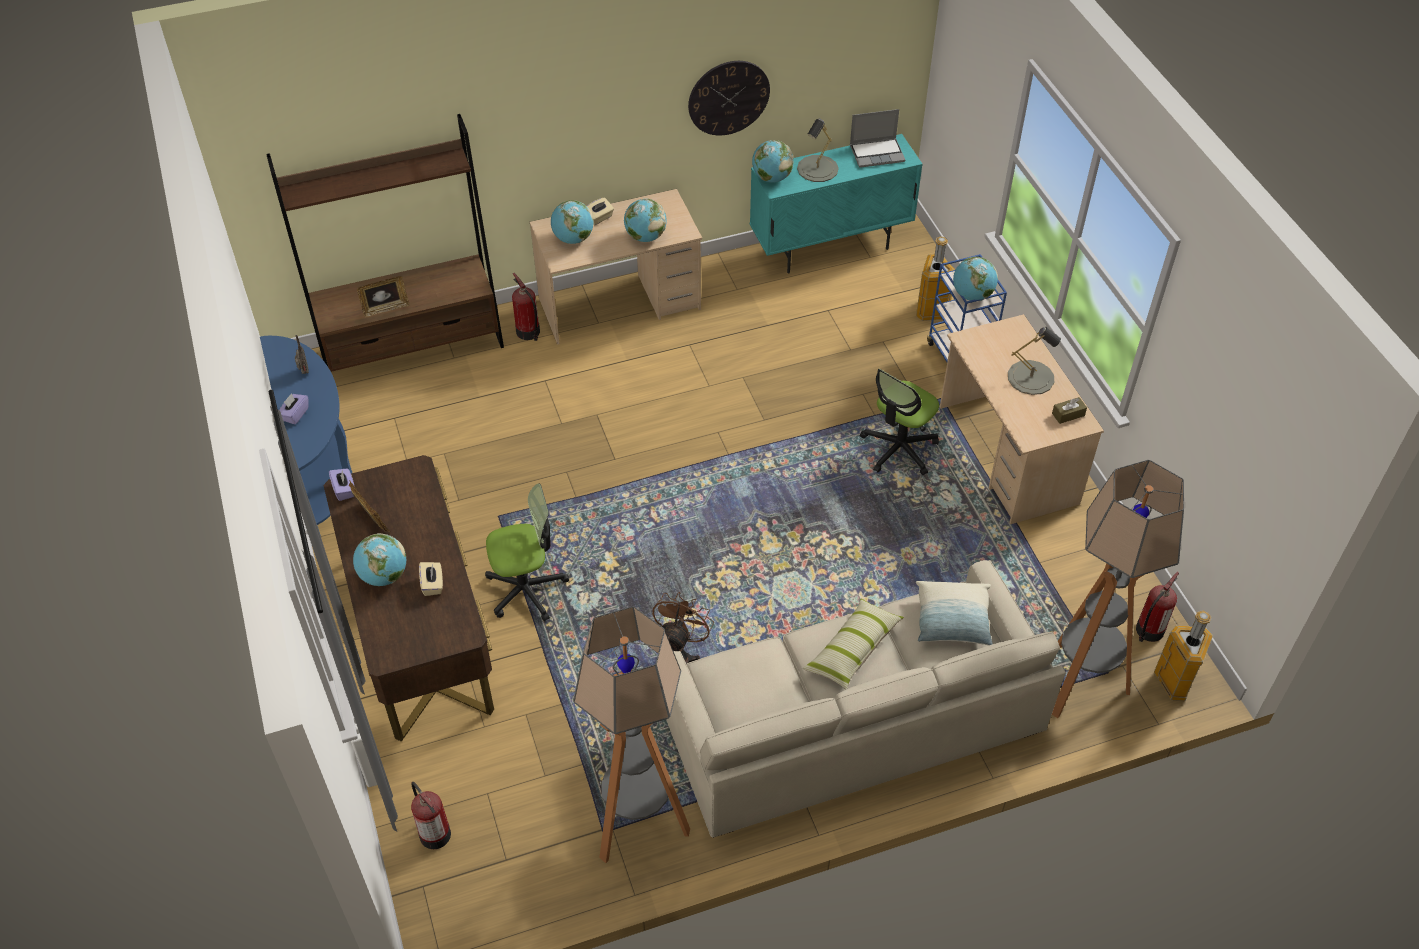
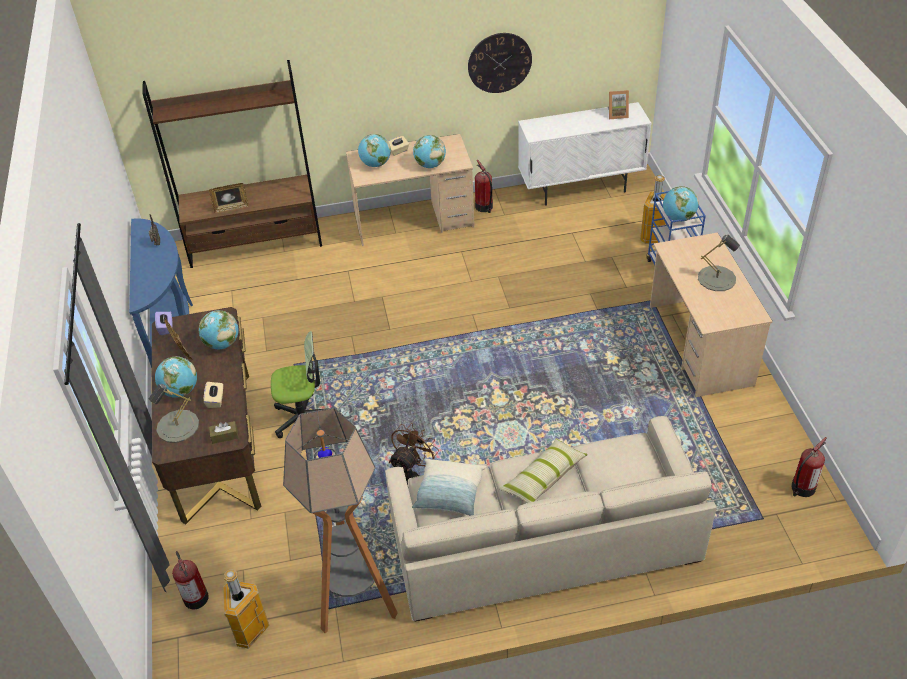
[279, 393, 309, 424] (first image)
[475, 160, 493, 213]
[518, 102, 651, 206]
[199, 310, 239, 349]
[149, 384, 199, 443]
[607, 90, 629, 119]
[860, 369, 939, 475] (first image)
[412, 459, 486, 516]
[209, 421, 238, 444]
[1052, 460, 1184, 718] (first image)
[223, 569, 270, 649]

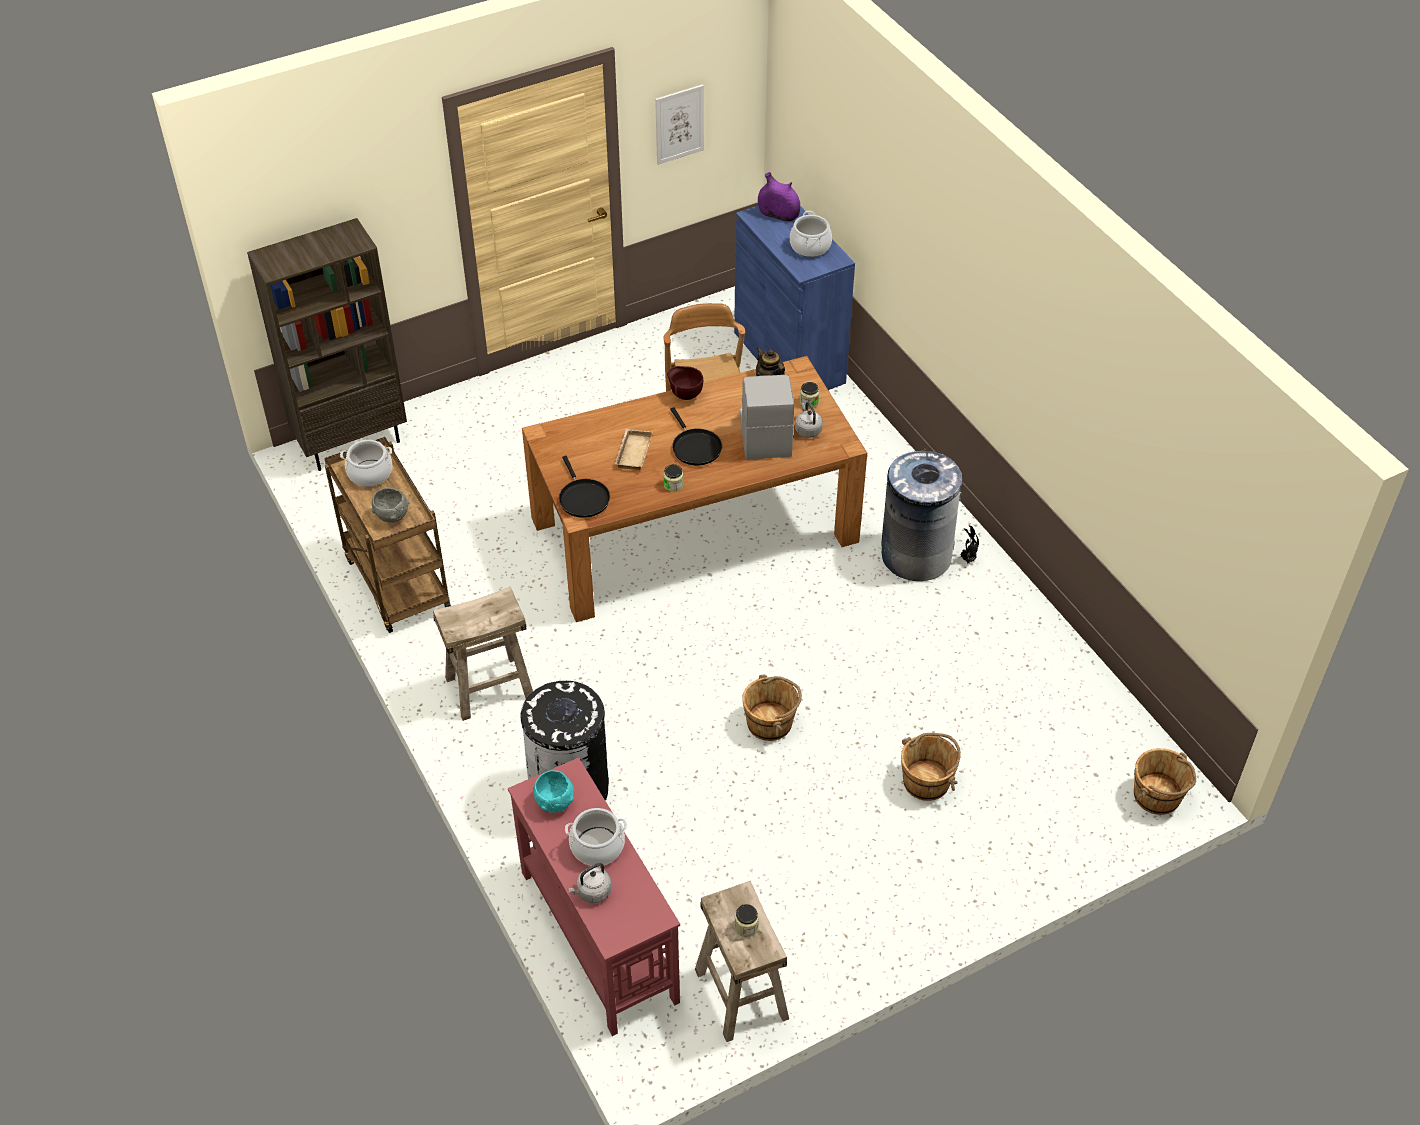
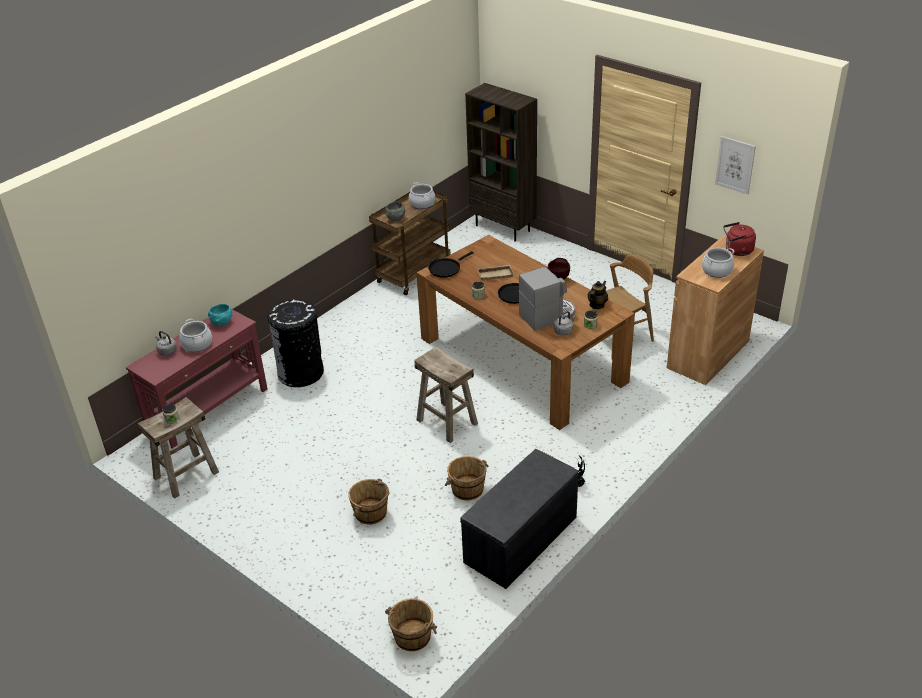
[414, 346, 478, 443]
[667, 236, 764, 385]
[445, 456, 489, 500]
[723, 222, 756, 256]
[881, 451, 962, 581] (first image)
[460, 449, 579, 589]

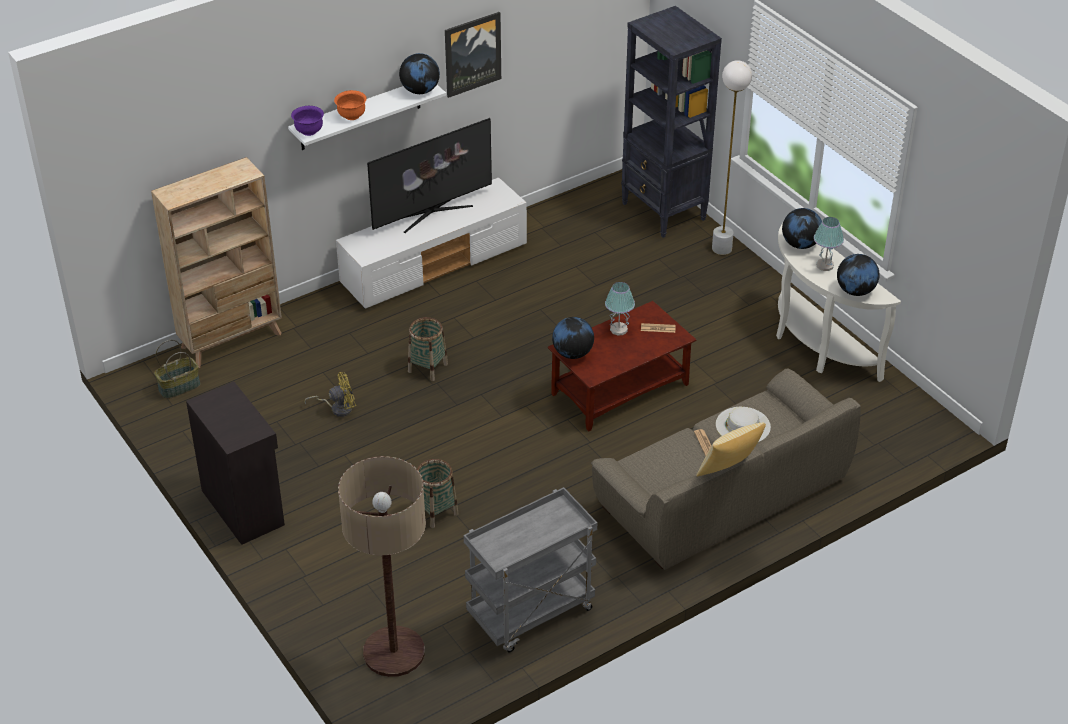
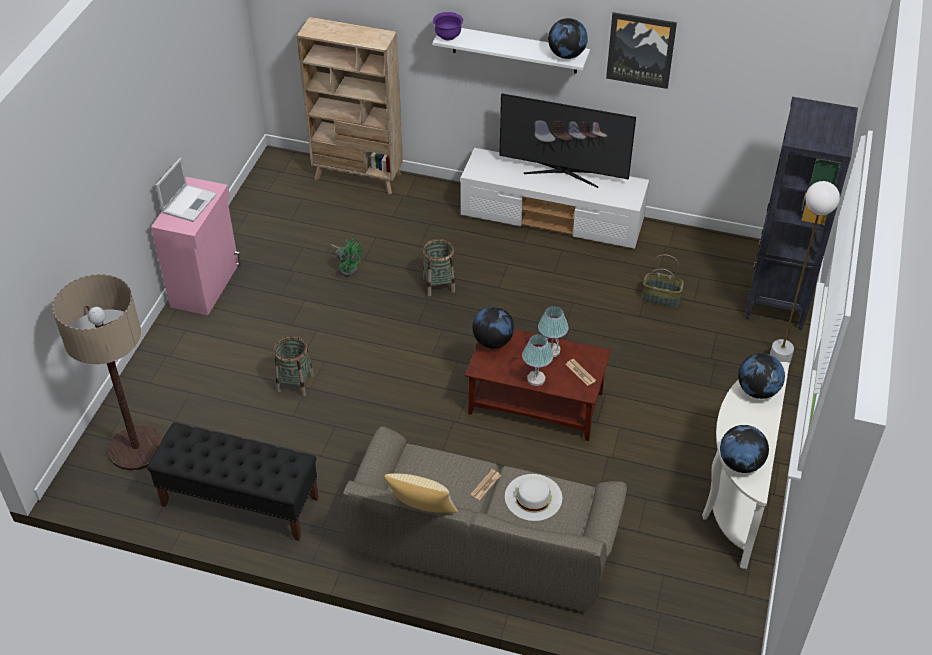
[642, 255, 684, 308]
[151, 177, 242, 315]
[331, 239, 362, 276]
[334, 90, 367, 120] (first image)
[147, 422, 319, 541]
[522, 334, 553, 386]
[156, 158, 217, 222]

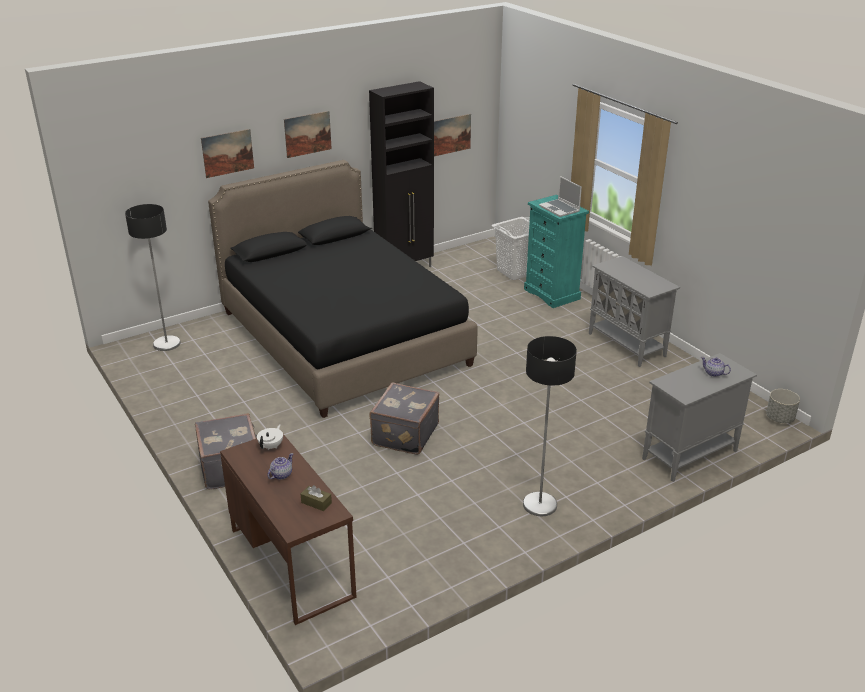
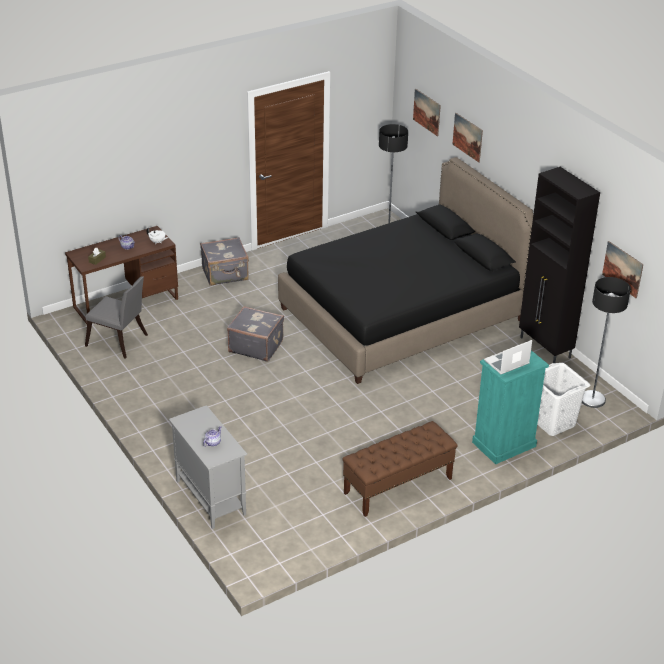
[413, 89, 441, 137]
[582, 277, 631, 408]
[342, 421, 458, 517]
[766, 389, 800, 423] (first image)
[85, 276, 148, 359]

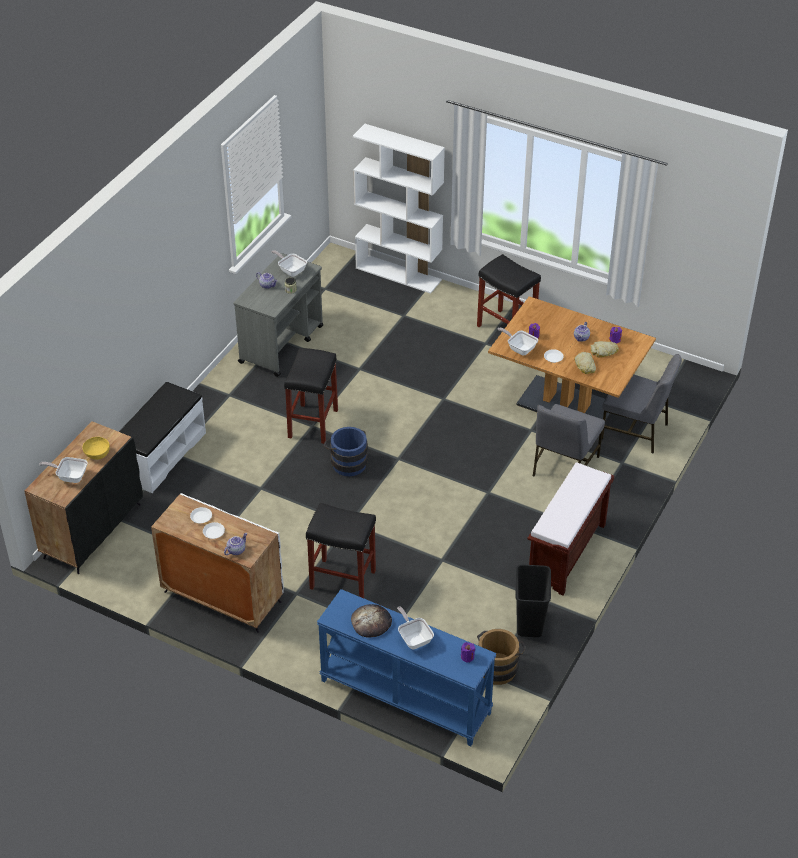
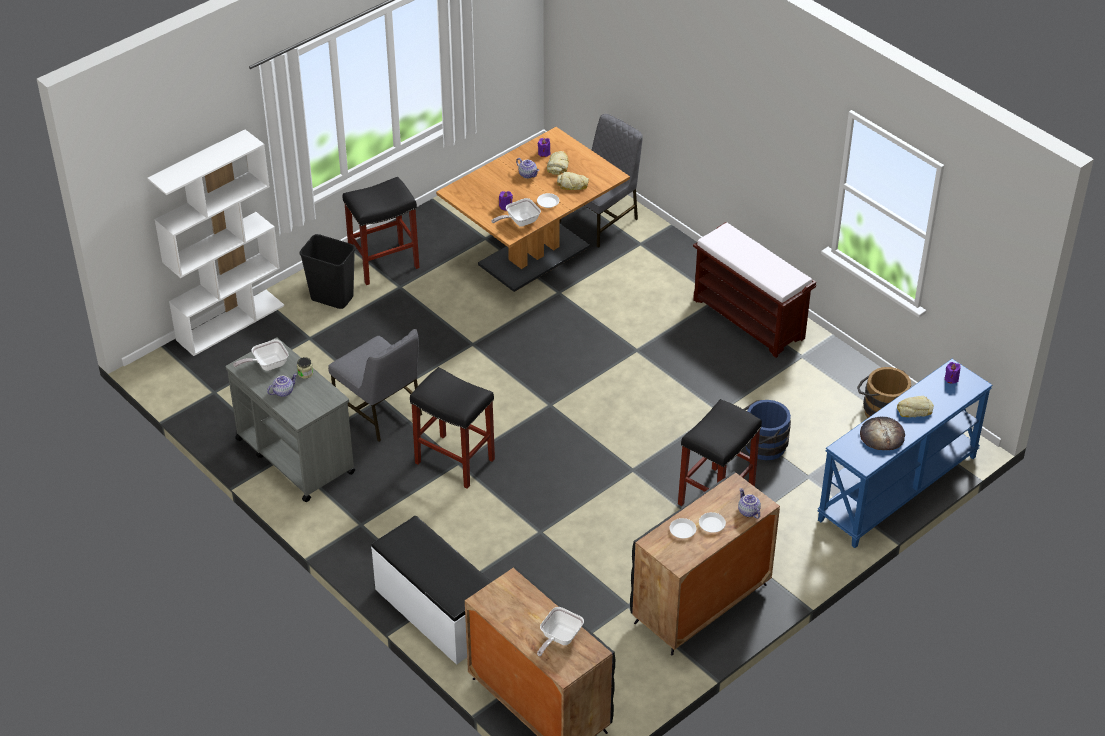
[82, 437, 110, 460] (first image)
[630, 471, 780, 655]
[744, 400, 791, 460]
[897, 396, 934, 417]
[300, 234, 356, 309]
[328, 329, 422, 442]

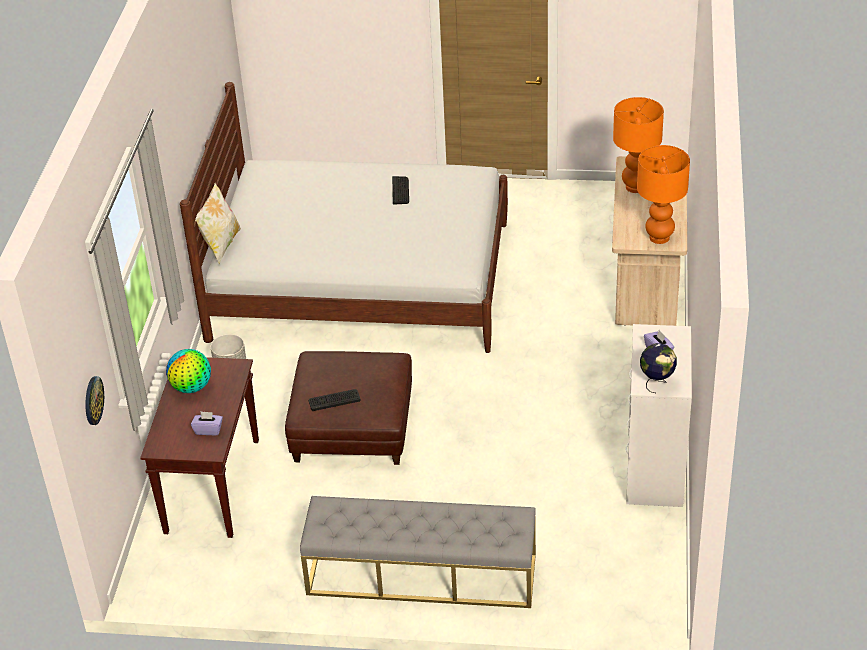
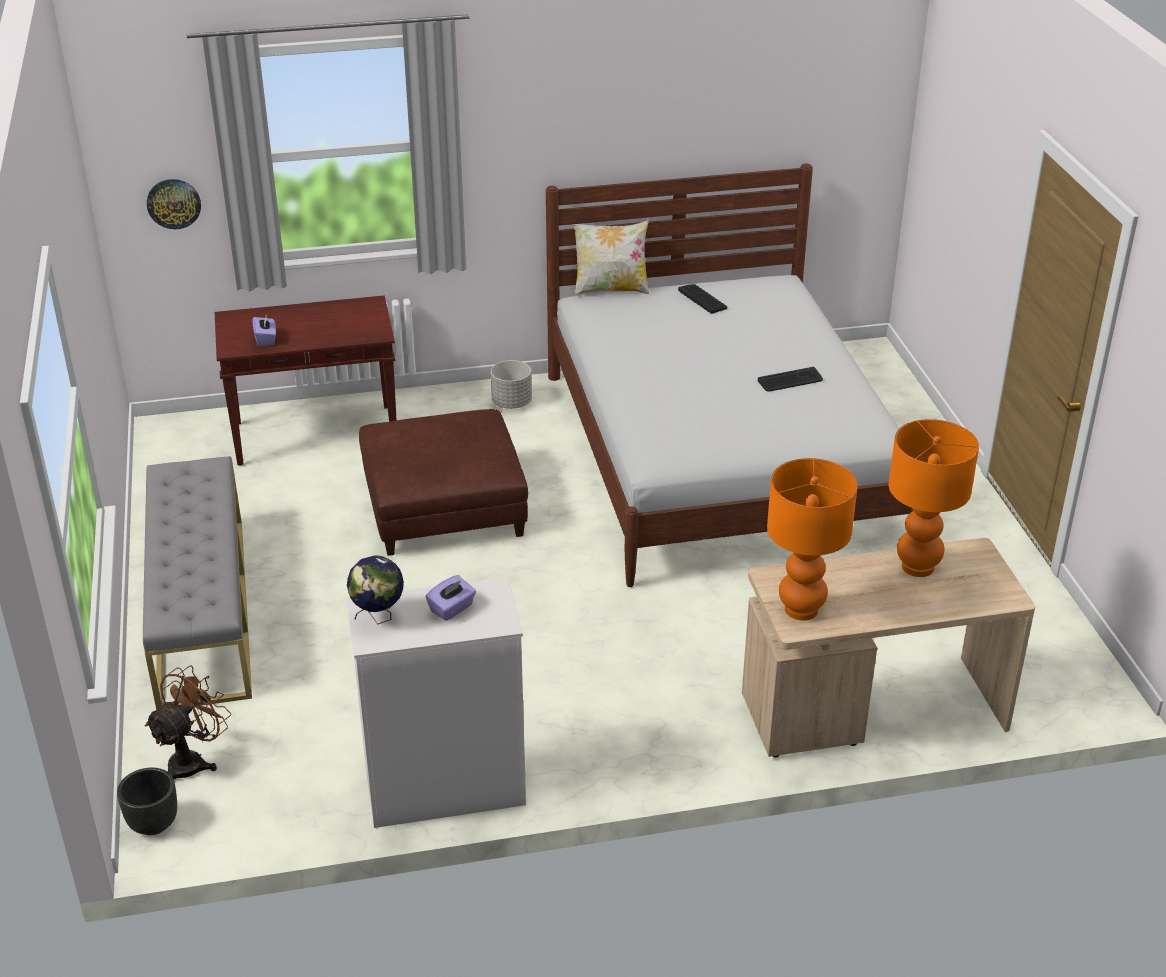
[166, 349, 211, 393] (first image)
[678, 284, 727, 314]
[117, 767, 177, 835]
[145, 666, 231, 779]

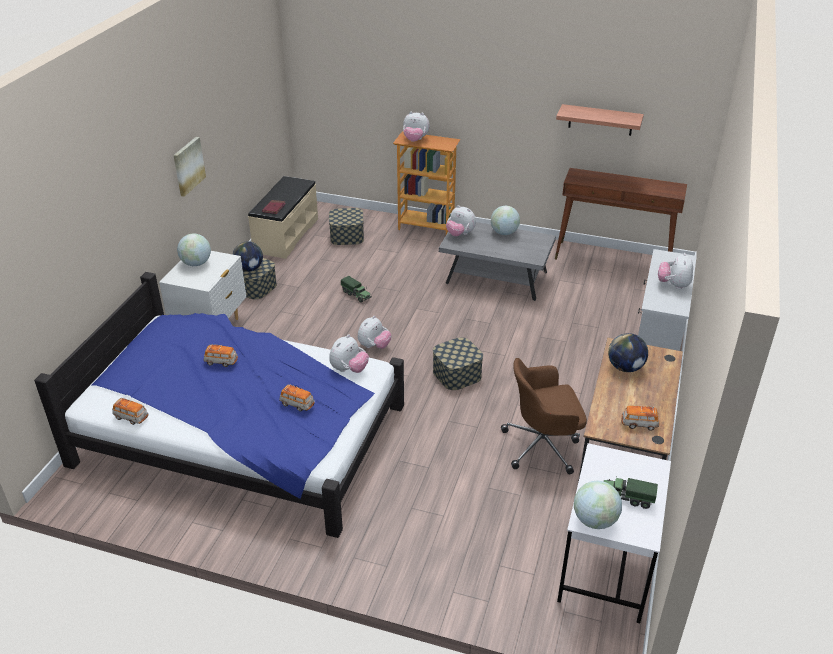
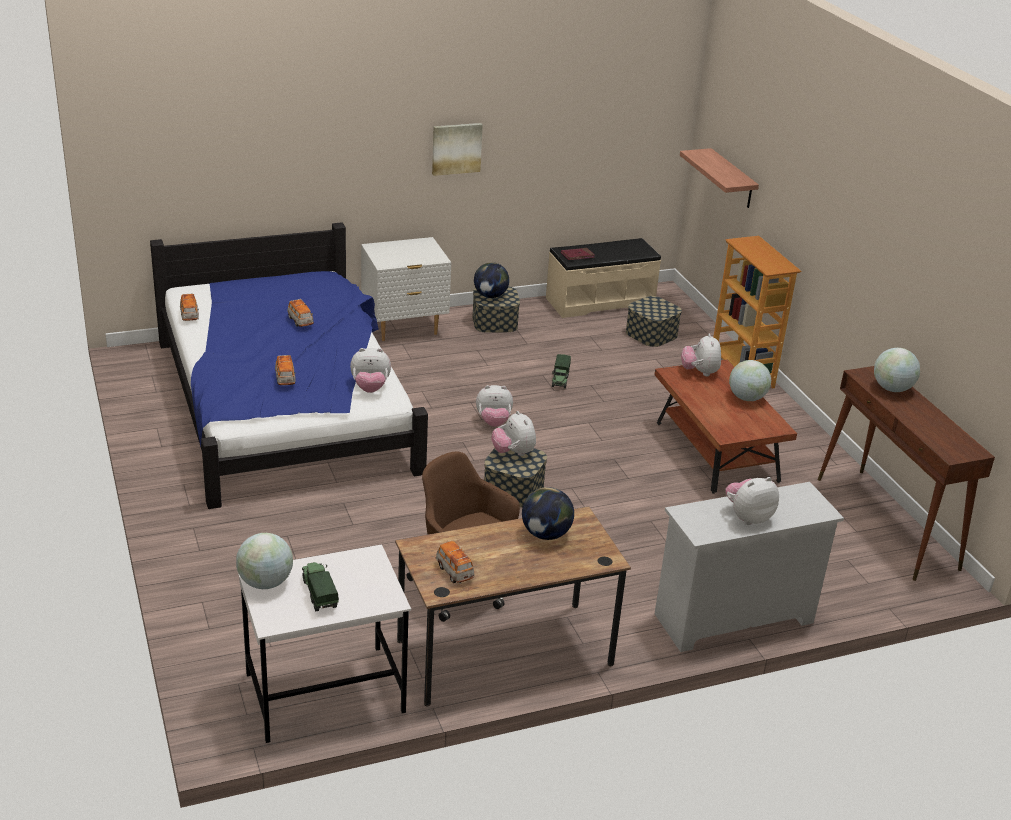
[874, 348, 920, 392]
[491, 411, 536, 456]
[655, 360, 797, 494]
[680, 148, 759, 208]

